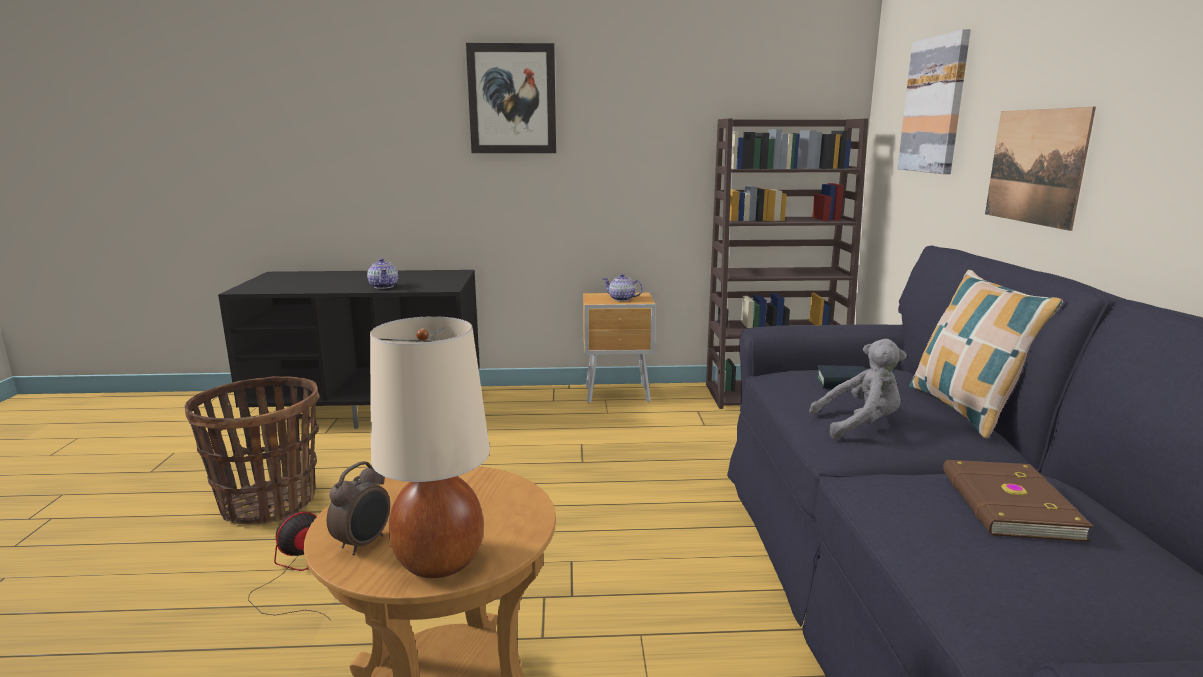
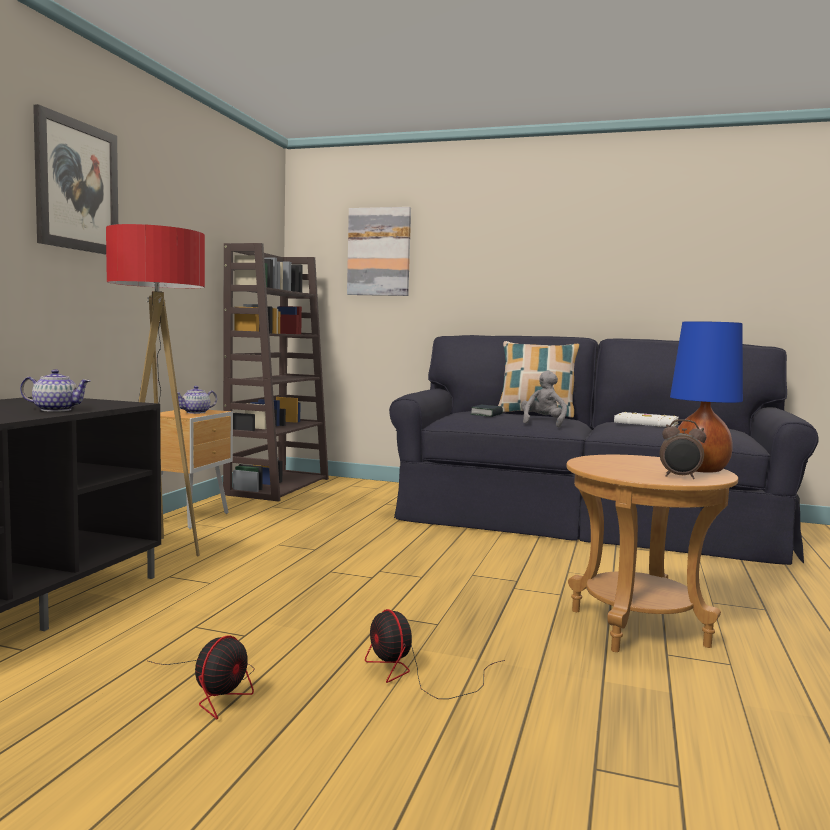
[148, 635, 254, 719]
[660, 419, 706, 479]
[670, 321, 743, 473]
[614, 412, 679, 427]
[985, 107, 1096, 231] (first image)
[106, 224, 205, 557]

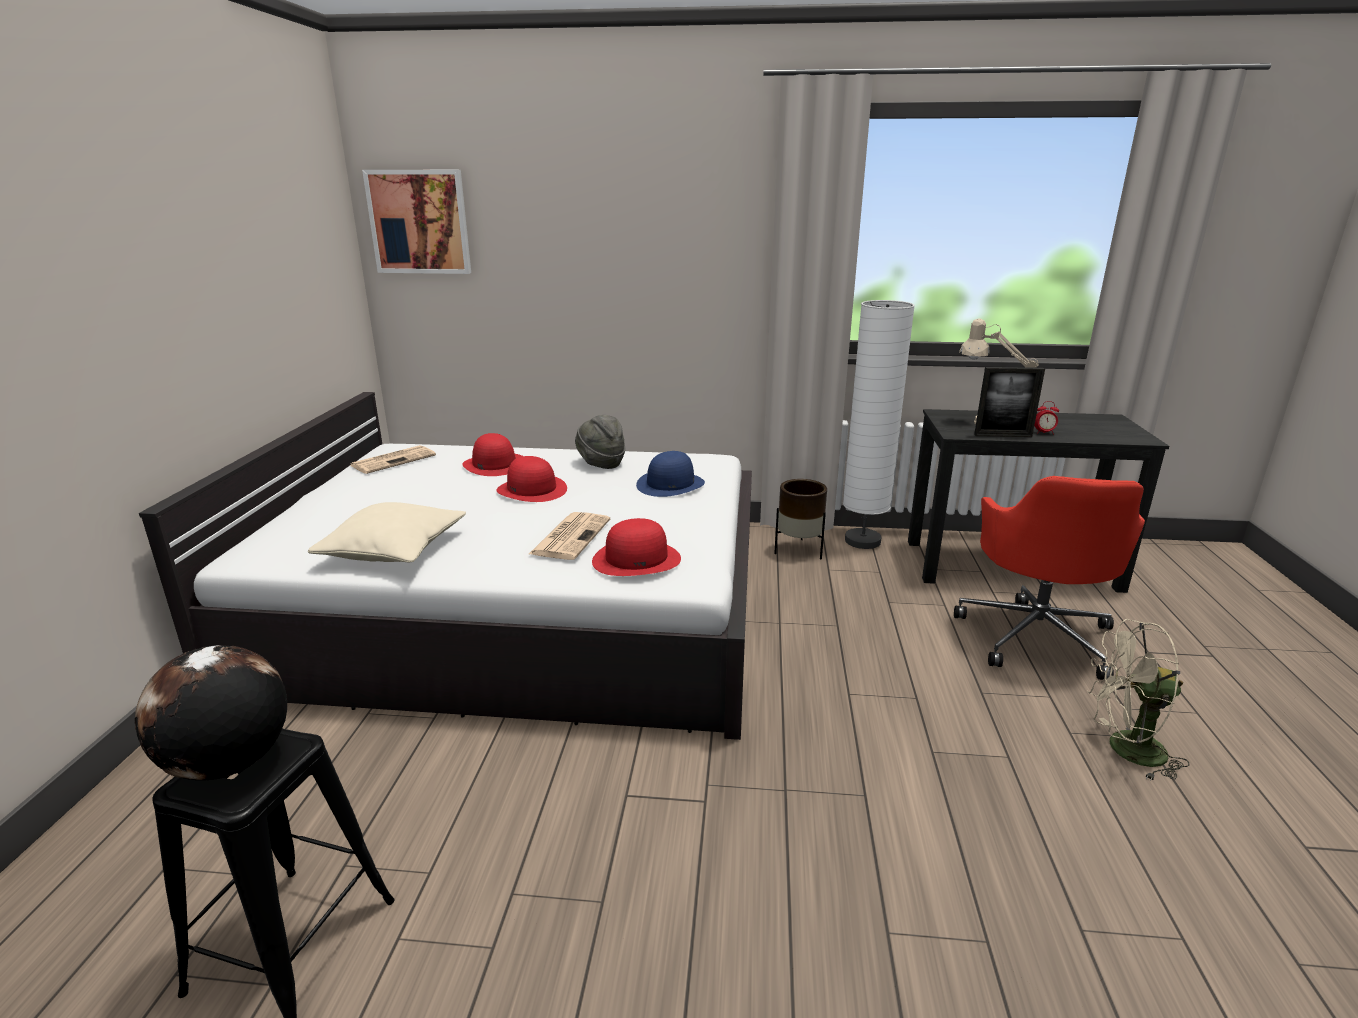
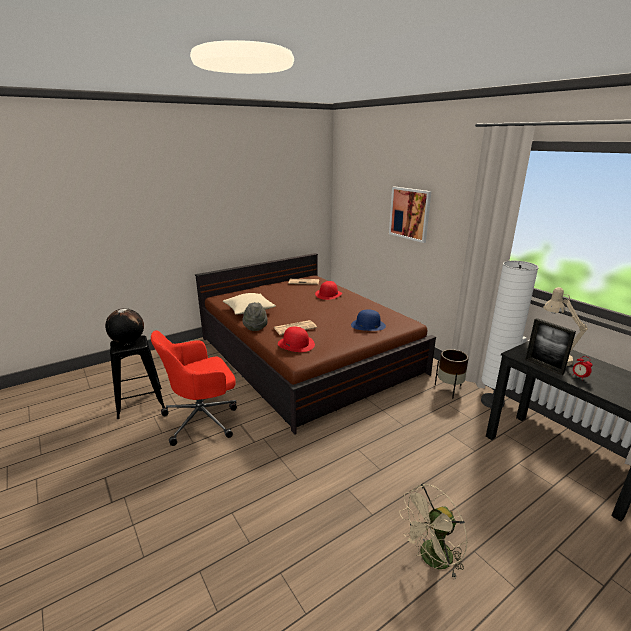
[195, 253, 436, 435]
[389, 186, 431, 243]
[496, 456, 567, 502] (first image)
[242, 302, 268, 331]
[151, 330, 237, 446]
[399, 484, 468, 580]

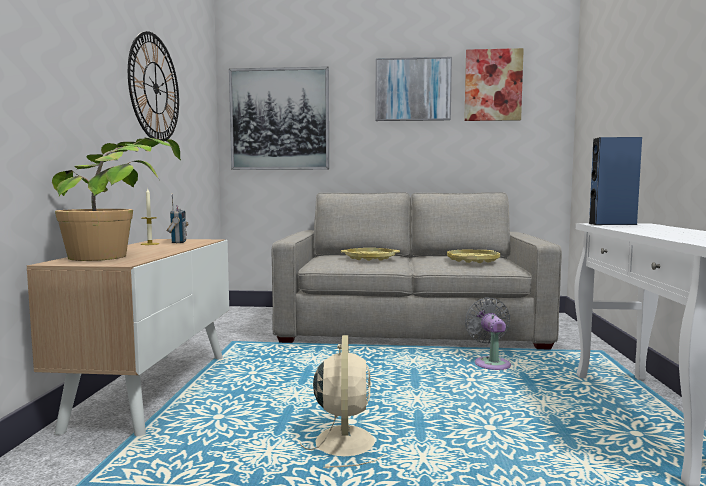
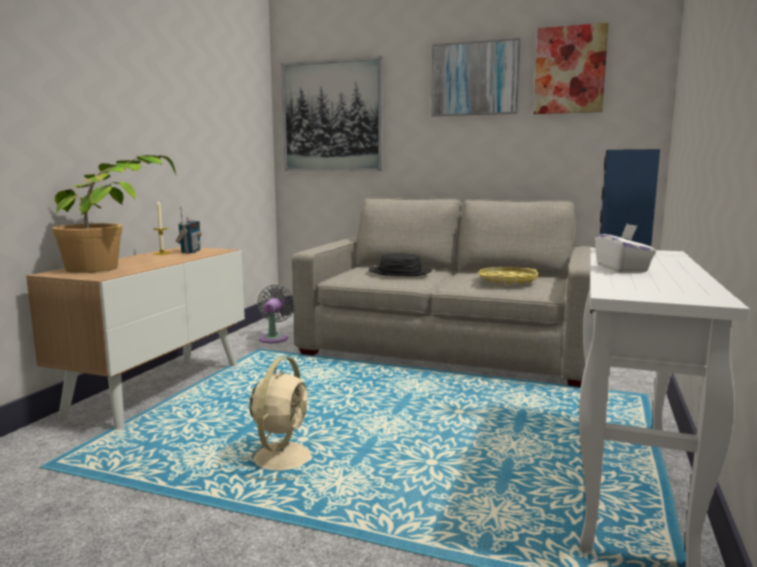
[128, 31, 179, 141] (first image)
[368, 253, 432, 276]
[257, 285, 293, 343]
[595, 224, 656, 273]

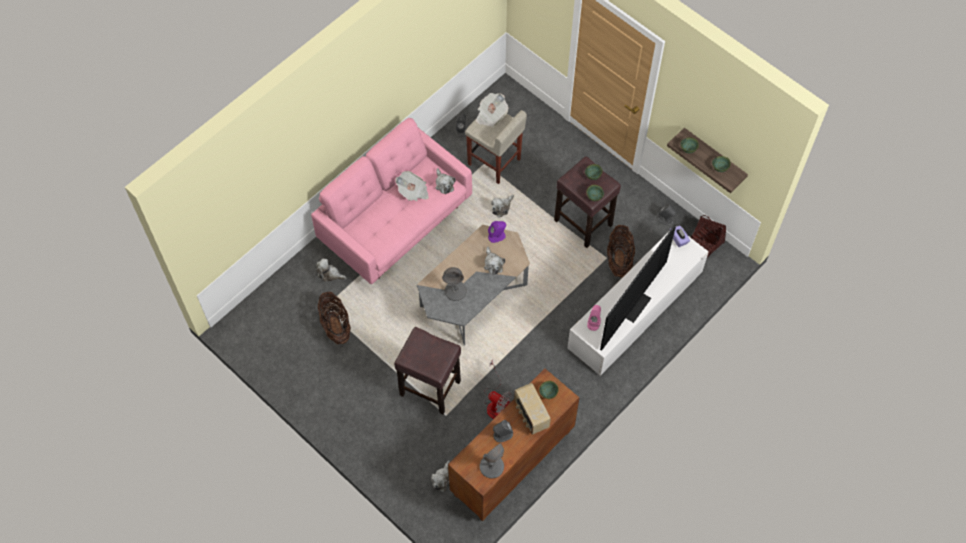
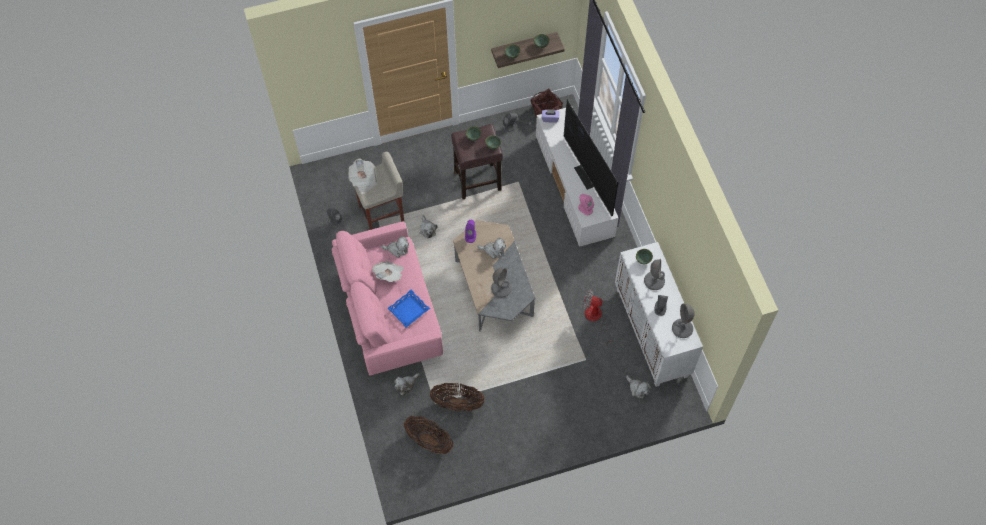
[394, 327, 461, 415] (first image)
[615, 242, 703, 387]
[583, 290, 612, 345]
[644, 259, 665, 290]
[404, 415, 453, 454]
[387, 289, 430, 328]

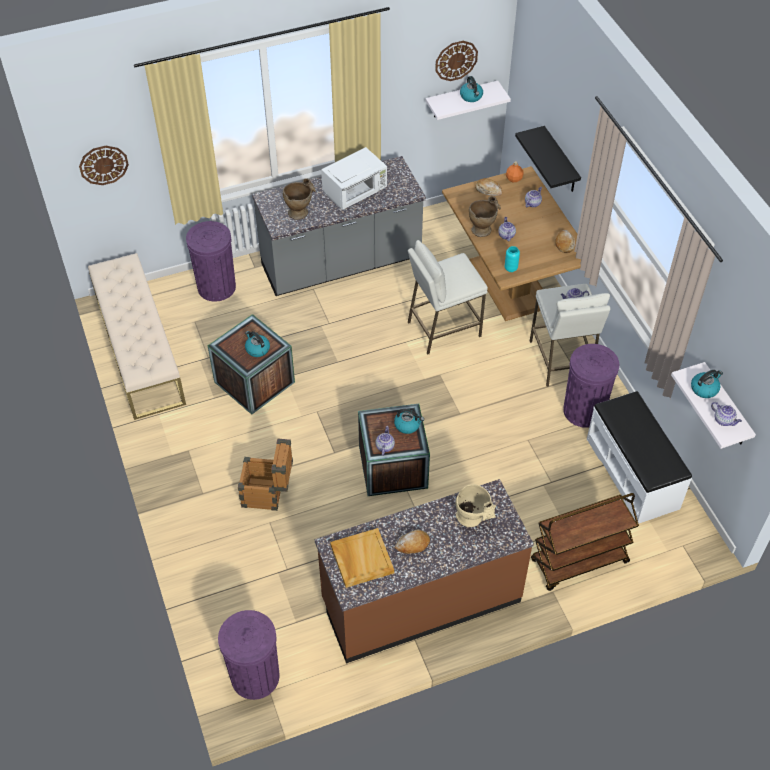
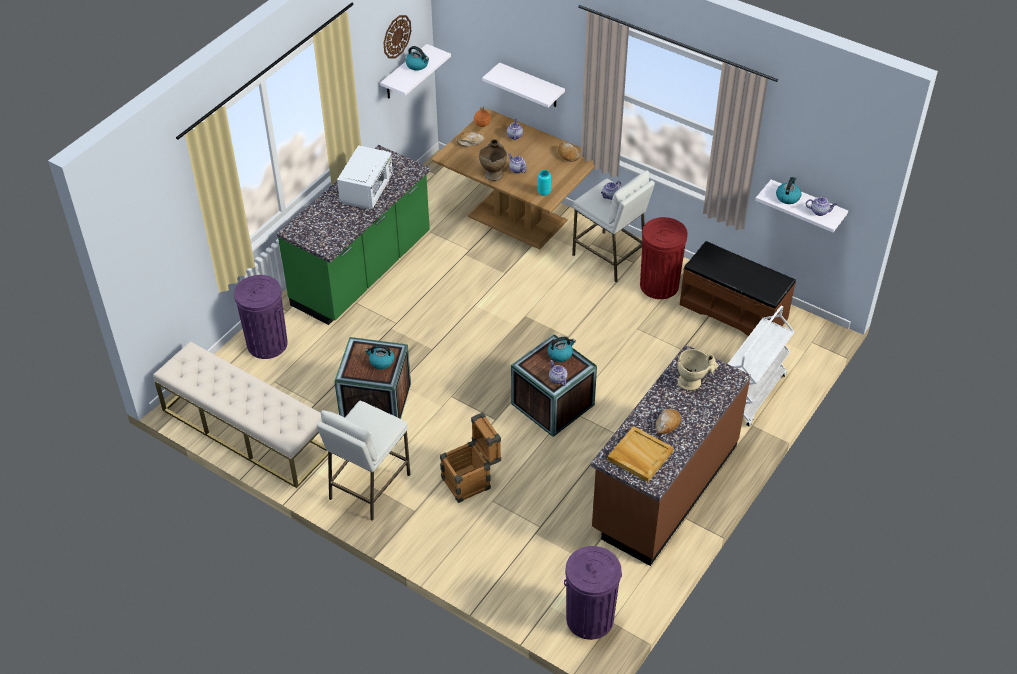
[79, 146, 129, 185] (first image)
[277, 145, 430, 325]
[283, 178, 316, 220] (first image)
[317, 401, 411, 521]
[482, 62, 565, 108]
[728, 306, 795, 426]
[640, 217, 688, 299]
[680, 241, 796, 336]

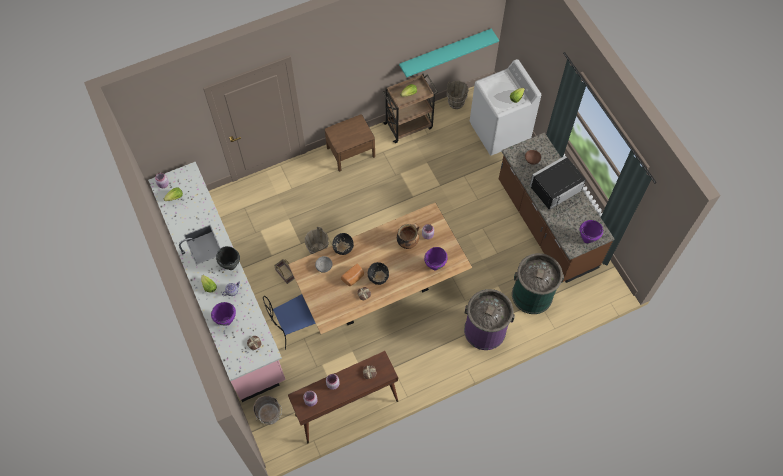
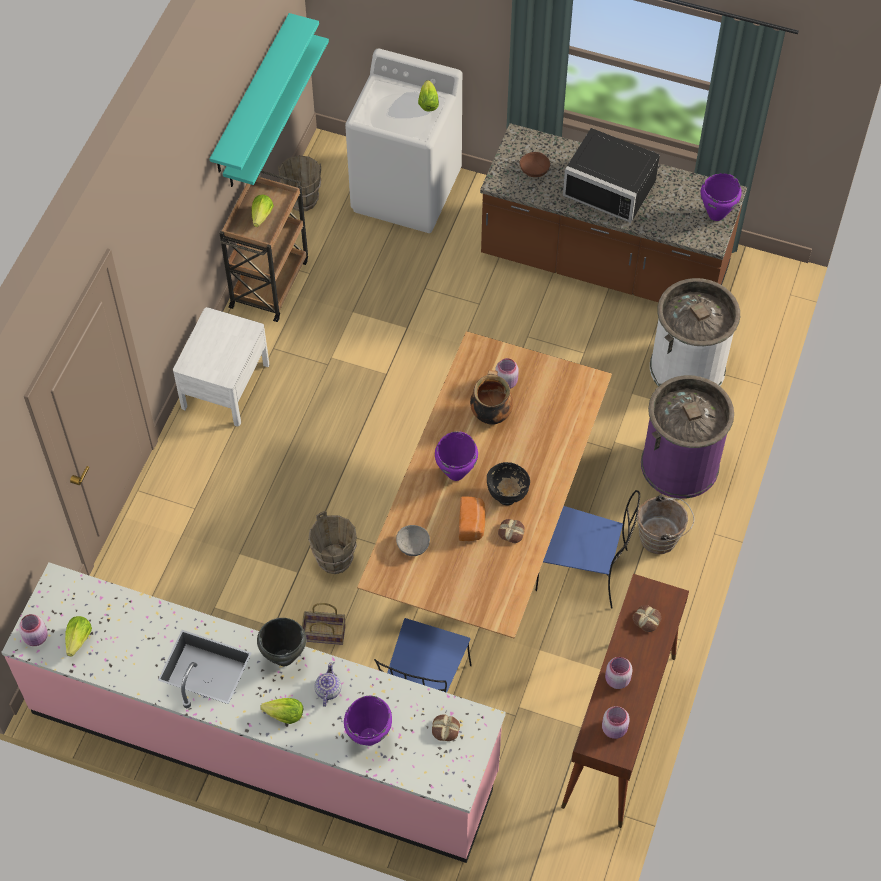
[637, 494, 694, 554]
[173, 307, 270, 426]
[332, 233, 354, 255] (first image)
[435, 431, 478, 481]
[650, 278, 740, 387]
[563, 128, 660, 223]
[210, 13, 319, 173]
[536, 490, 640, 609]

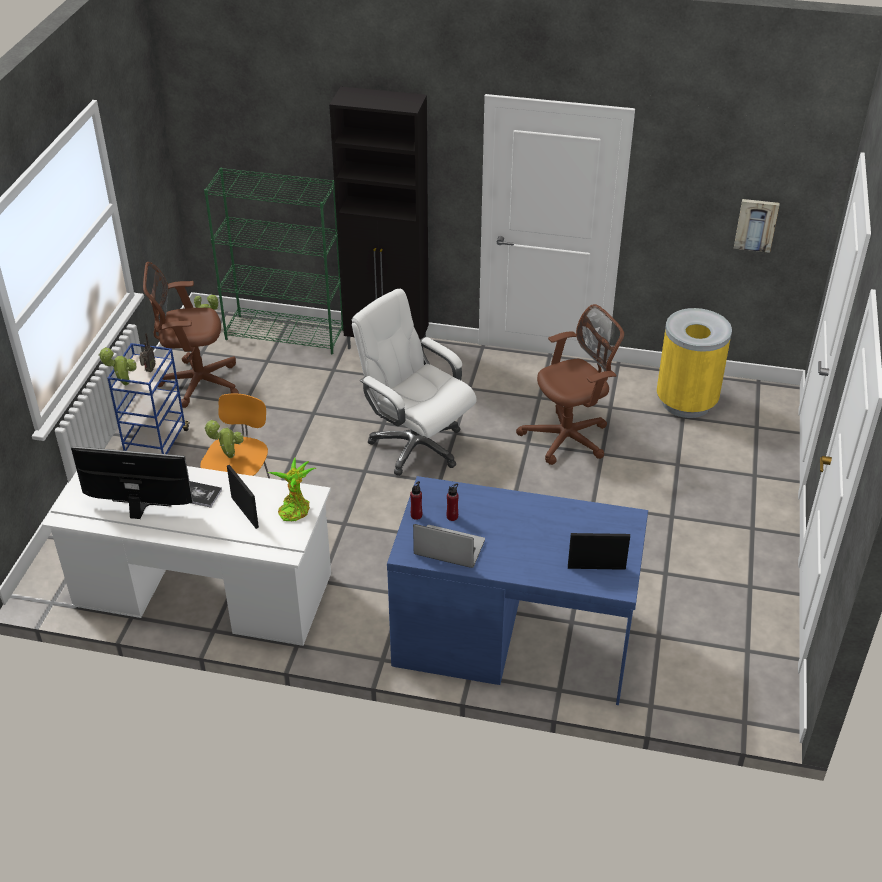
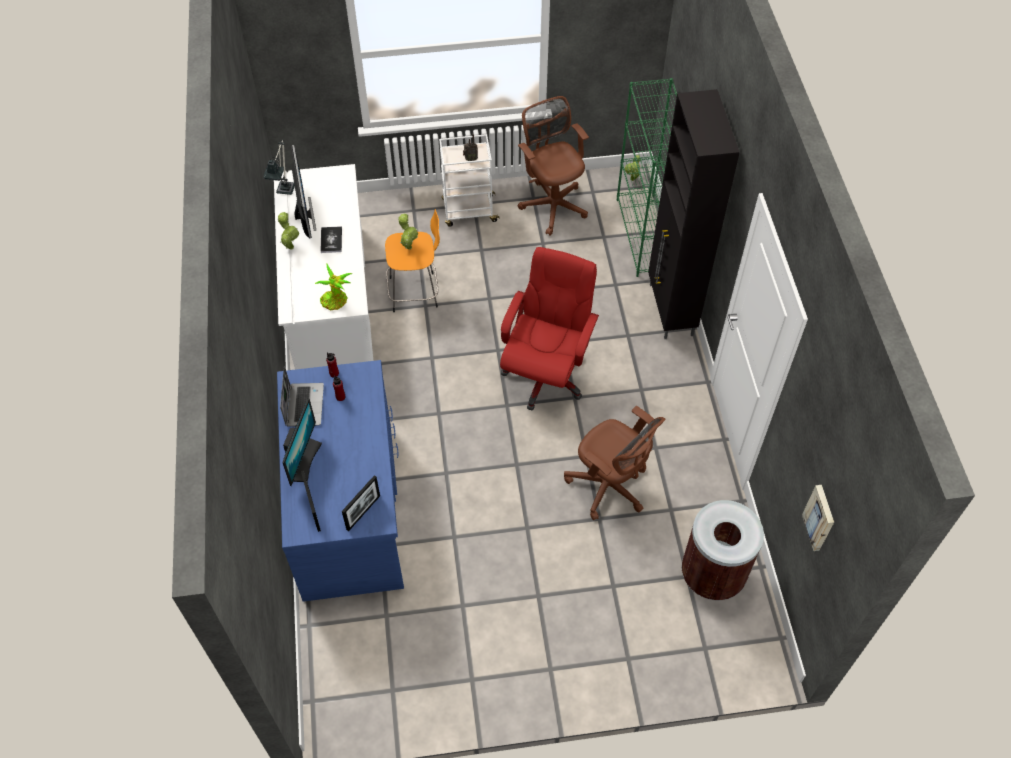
[278, 212, 299, 250]
[439, 134, 500, 227]
[342, 475, 380, 531]
[500, 247, 599, 410]
[682, 500, 764, 600]
[263, 140, 295, 195]
[283, 398, 322, 486]

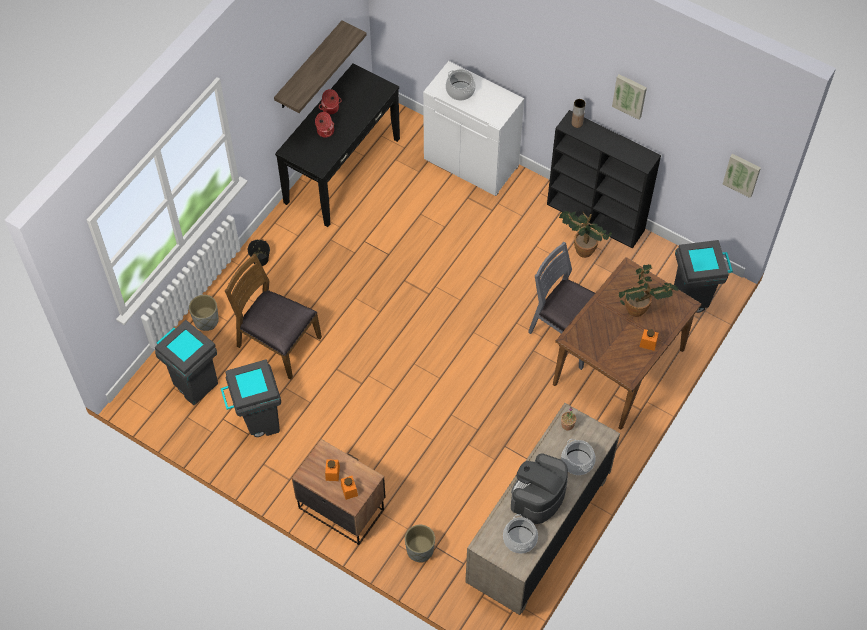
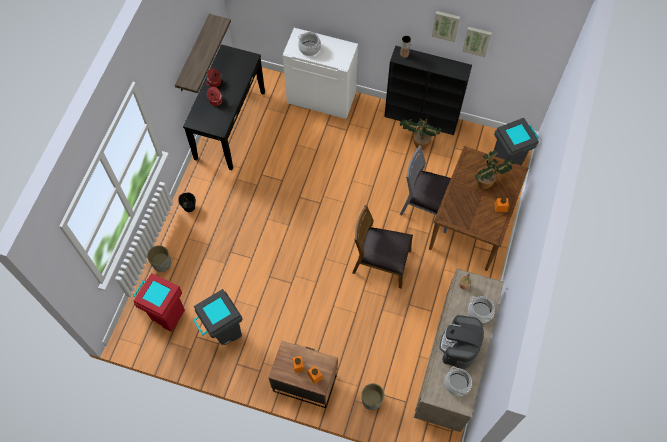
[133, 273, 185, 332]
[352, 205, 413, 288]
[462, 27, 492, 57]

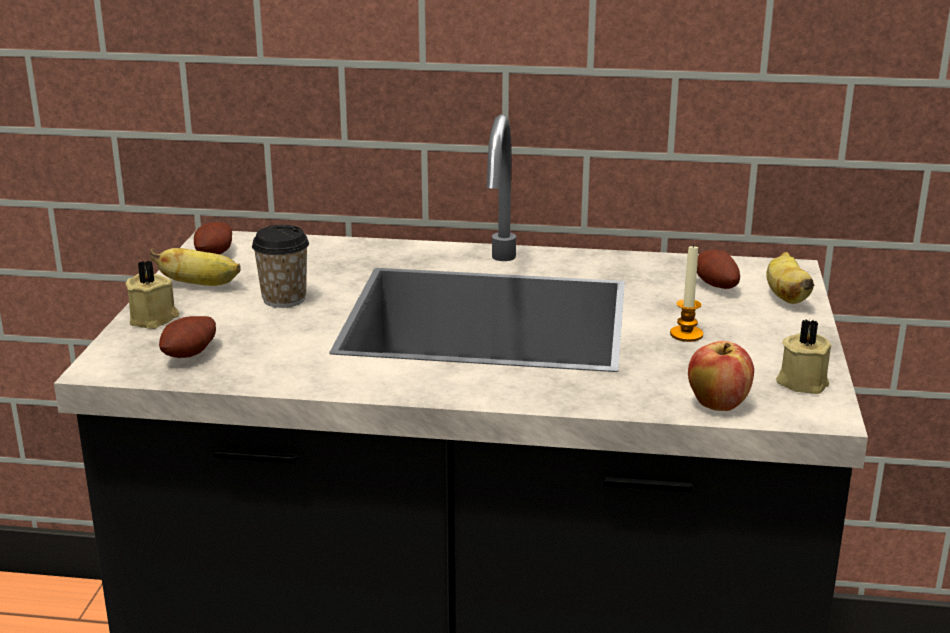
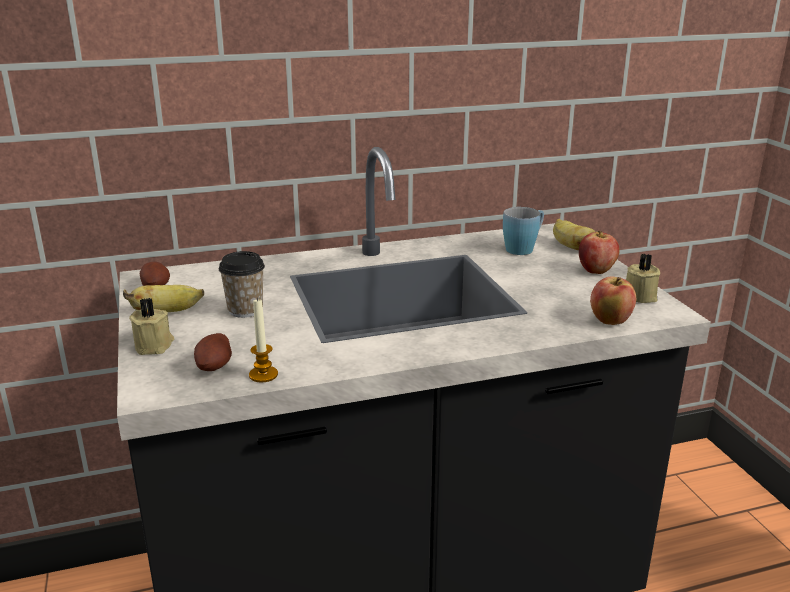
[249, 298, 278, 383]
[503, 207, 544, 255]
[579, 231, 620, 274]

